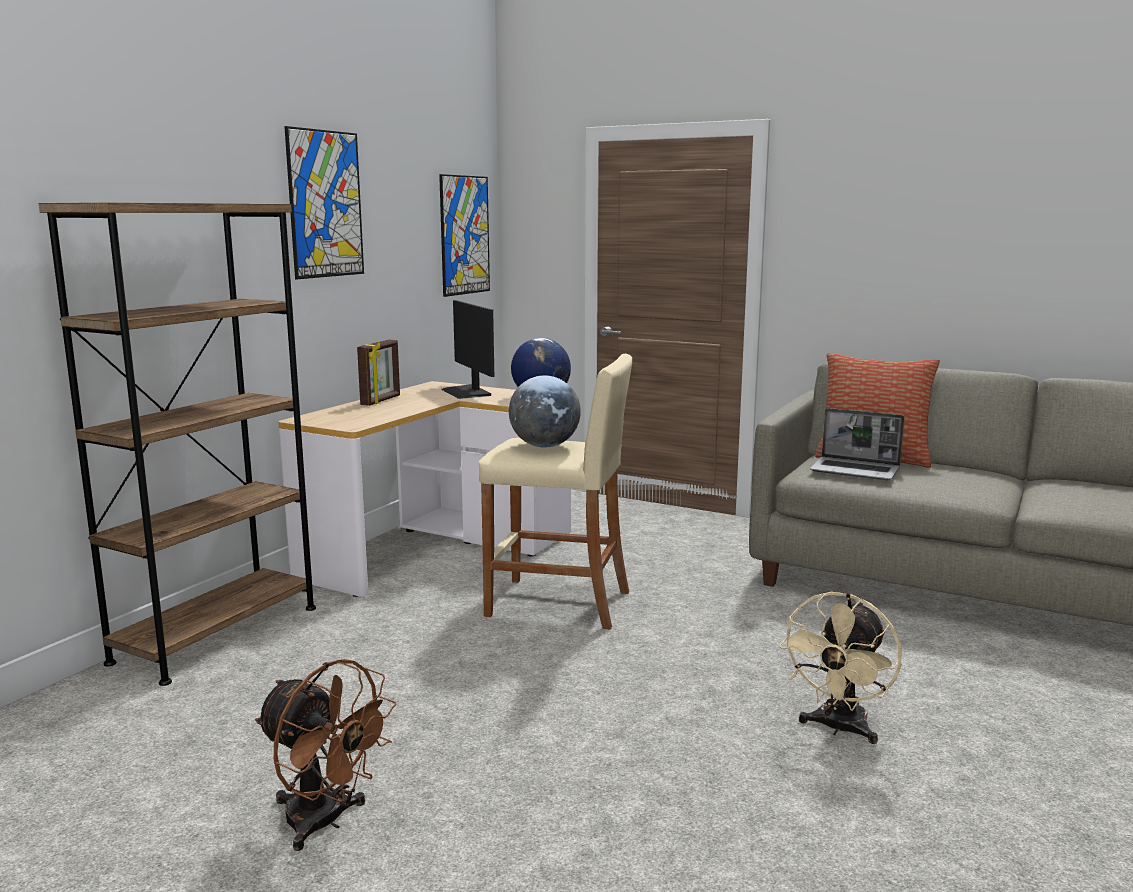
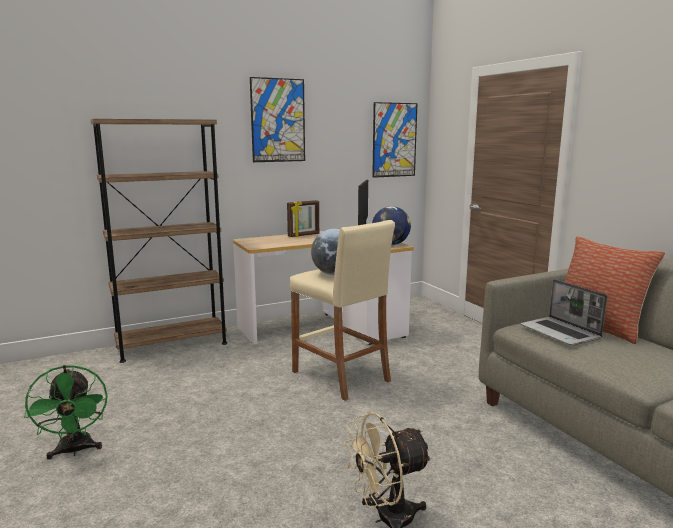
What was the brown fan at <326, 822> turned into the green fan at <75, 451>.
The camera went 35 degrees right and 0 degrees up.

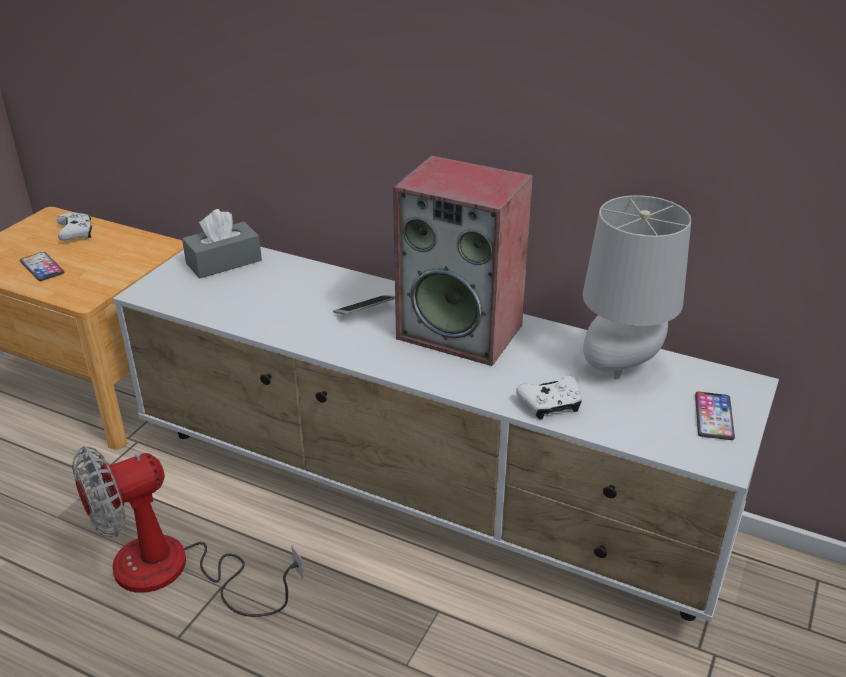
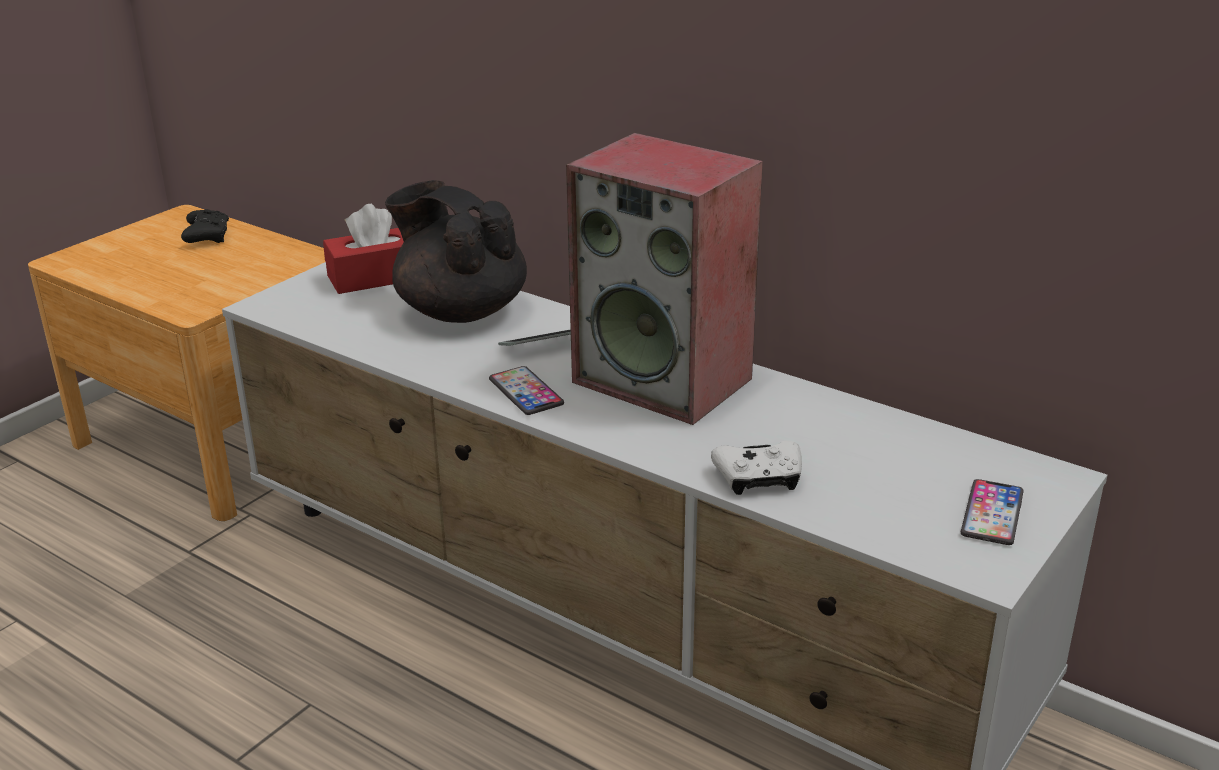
The second view lost the fan at <174, 572>.
The second view lost the grey table lamp at <622, 369>.
The second view gained the black teapot at <460, 311>.
The phone ended up elsewhere, having gone from <42, 267> to <526, 392>.
What was the white game controller at <76, 233> turned into the black game controller at <208, 236>.
What was the grey tissue box at <224, 262> turned into the red tissue box at <376, 277>.
The camera went 10 degrees right and 5 degrees down.

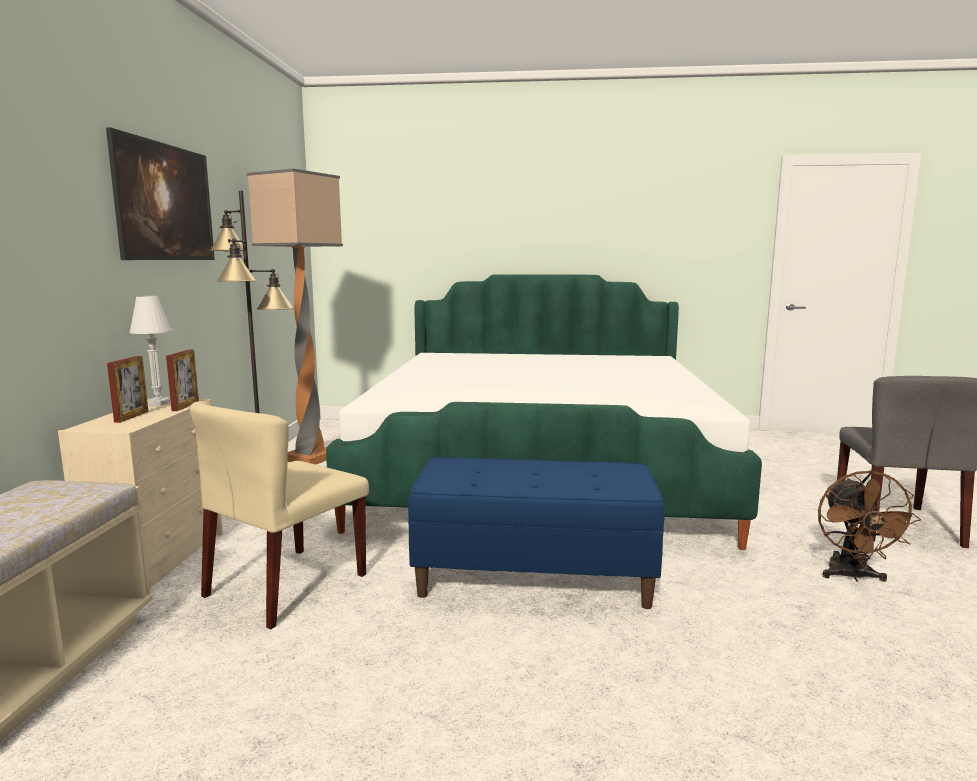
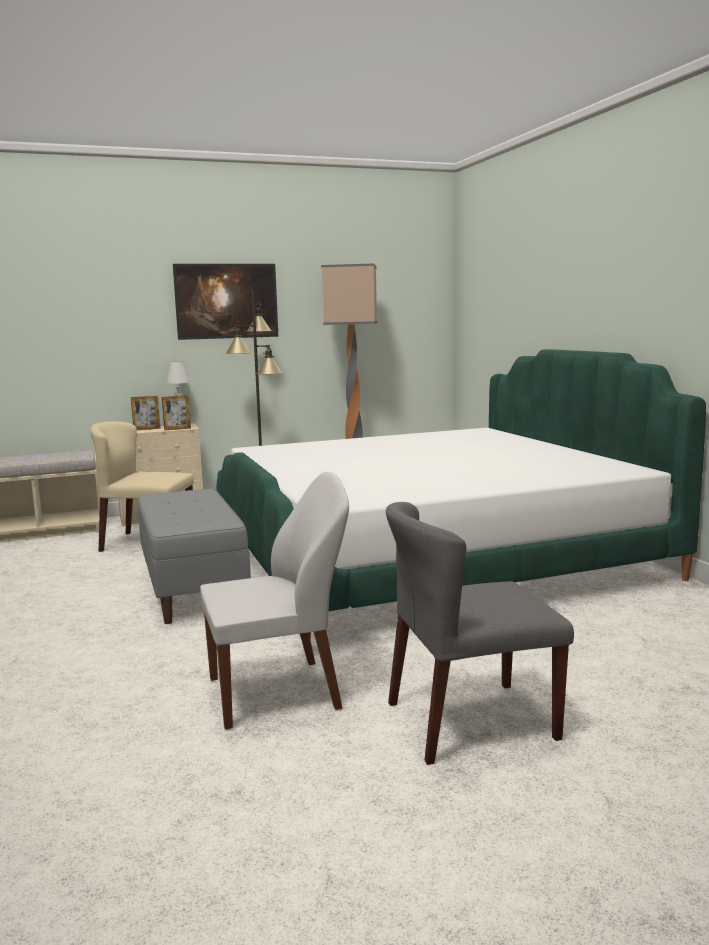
Where the brown fan stood at <852, 576>, the white chair came to stand at <278, 693>.
What was the blue bench at <534, 578> turned into the grey bench at <194, 588>.
The camera went 65 degrees right and 0 degrees up.

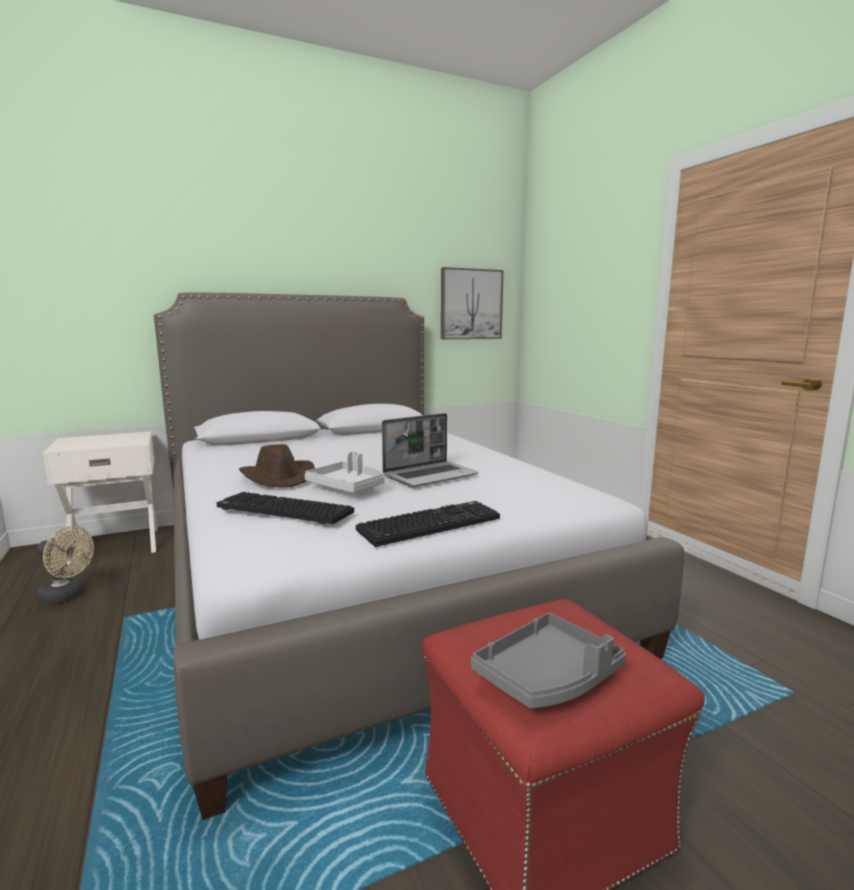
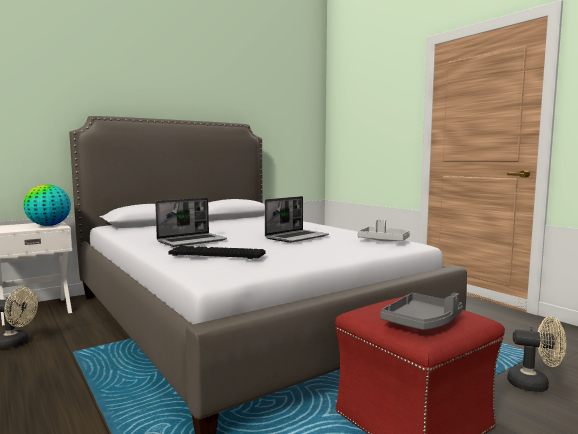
The second view lost the keyboard at <430, 523>.
The second view lost the picture at <471, 304>.
The second view gained the globe at <48, 225>.
The second view gained the beige fan at <535, 384>.
The grey tray ended up elsewhere, having gone from <347, 487> to <383, 240>.
Where the brown hat stood at <278, 477>, the laptop came to stand at <192, 241>.
The camera went 10 degrees left and 5 degrees down.

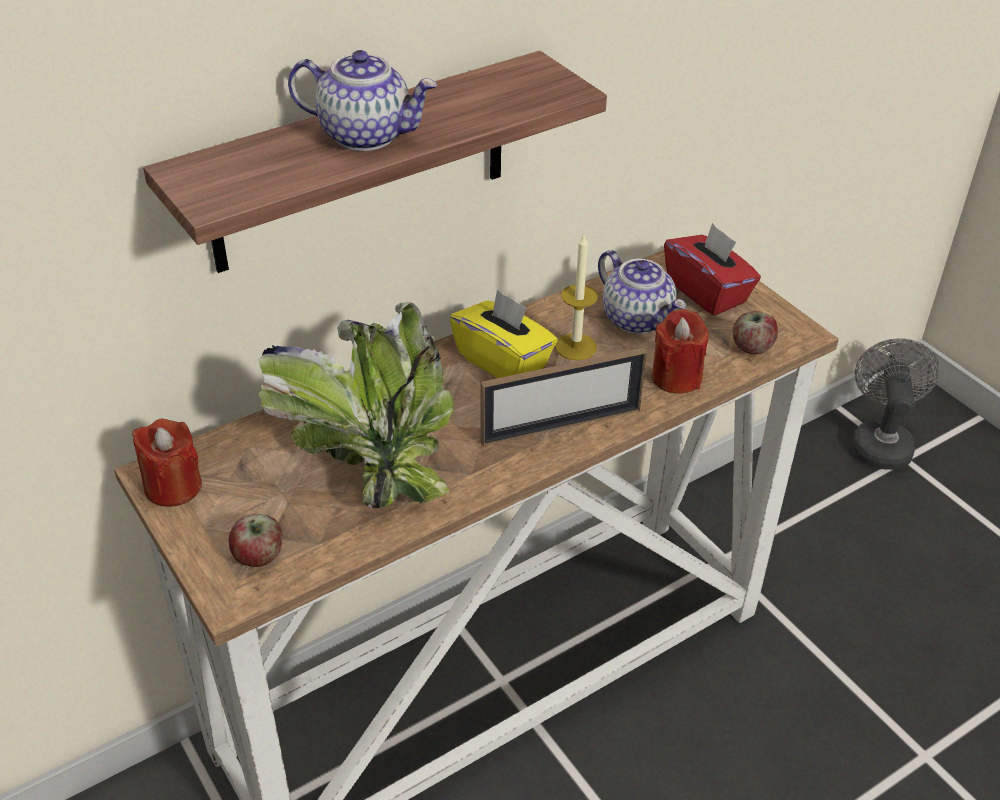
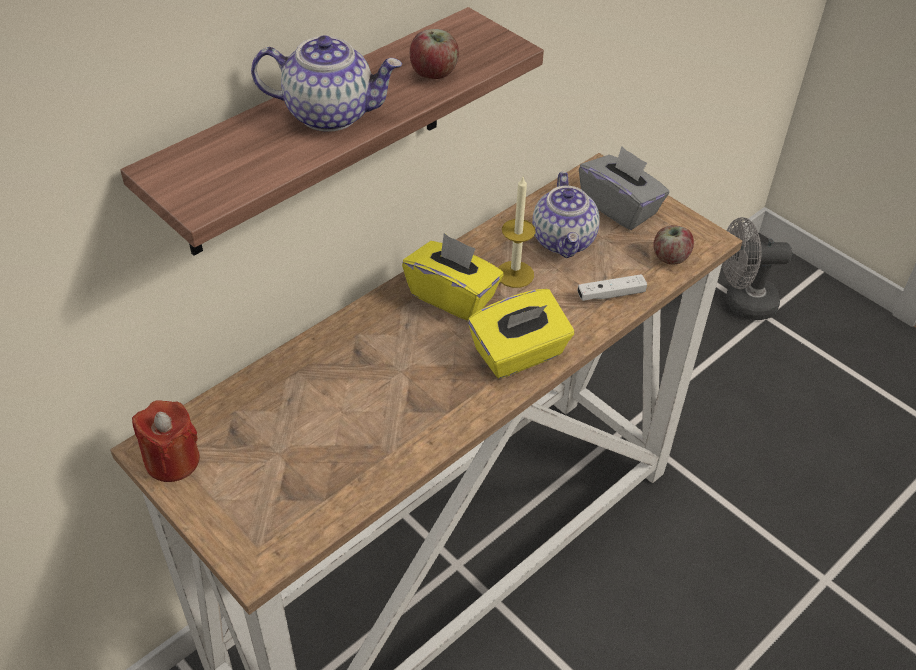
The second view lost the potted plant at <370, 460>.
The apple ended up elsewhere, having gone from <259, 557> to <434, 74>.
Where the picture frame stood at <561, 425>, the yellow tissue box came to stand at <519, 354>.
Where the red candle stood at <676, 377>, the white game controller came to stand at <611, 294>.
What was the red tissue box at <707, 292> turned into the grey tissue box at <619, 207>.
The teapot at <638, 319> ended up facing another way, 45 degrees clockwise from before.
The grey fan at <880, 442> ended up facing another way, 90 degrees counterclockwise from before.
The camera went 10 degrees left and 5 degrees up.

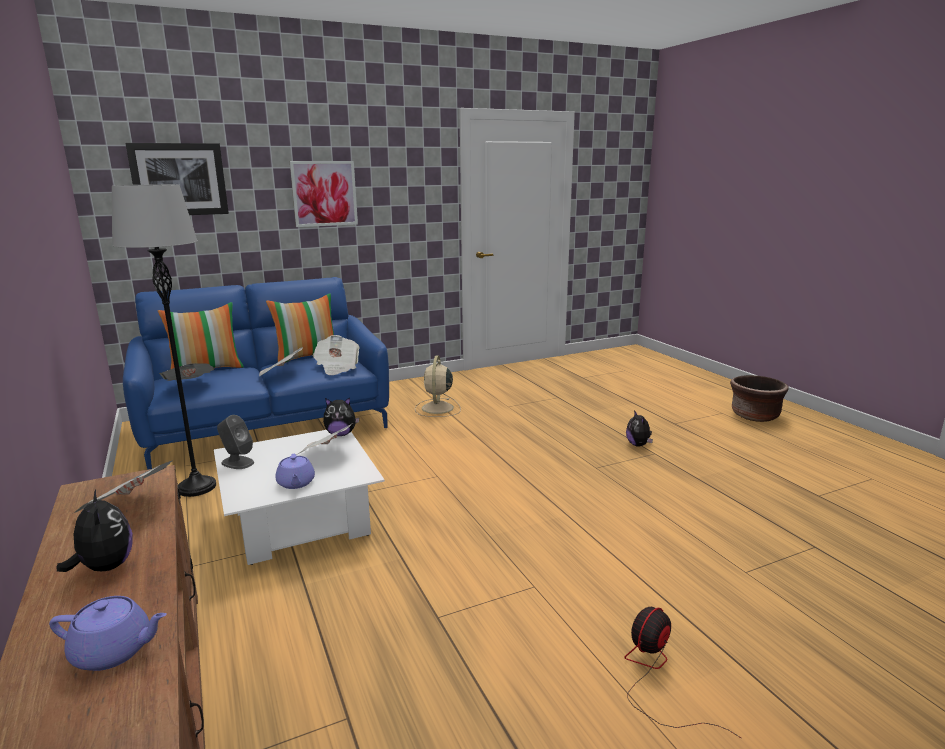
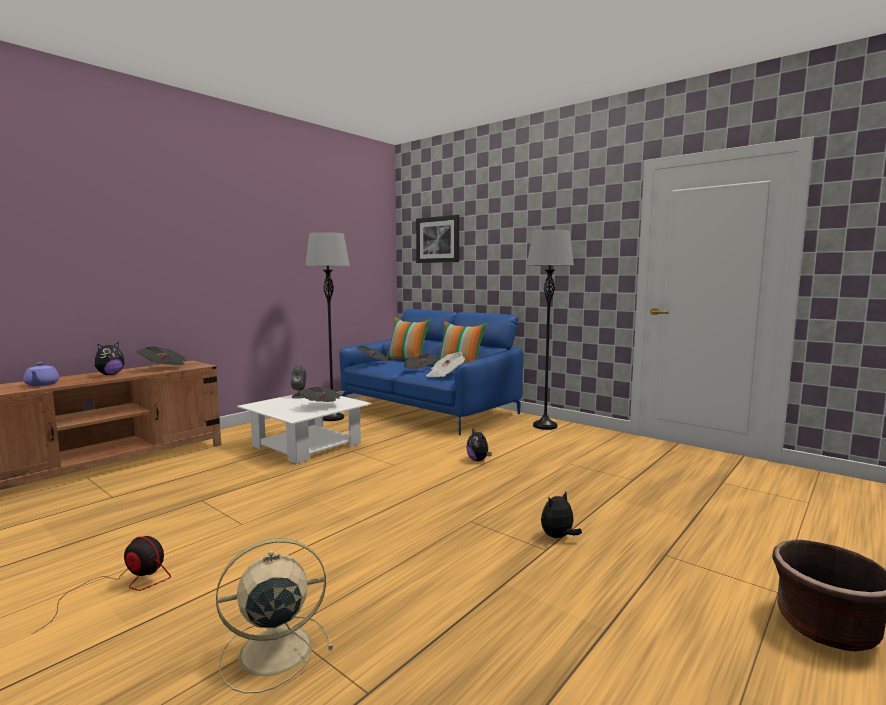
The second view lost the purple teapot at <296, 483>.
The second view lost the picture at <324, 193>.
The second view gained the grey floor lamp at <545, 426>.
The plush toy ended up elsewhere, having gone from <341, 434> to <478, 460>.
The beige fan ended up elsewhere, having gone from <437, 408> to <272, 651>.
The camera went 65 degrees right and 10 degrees down.

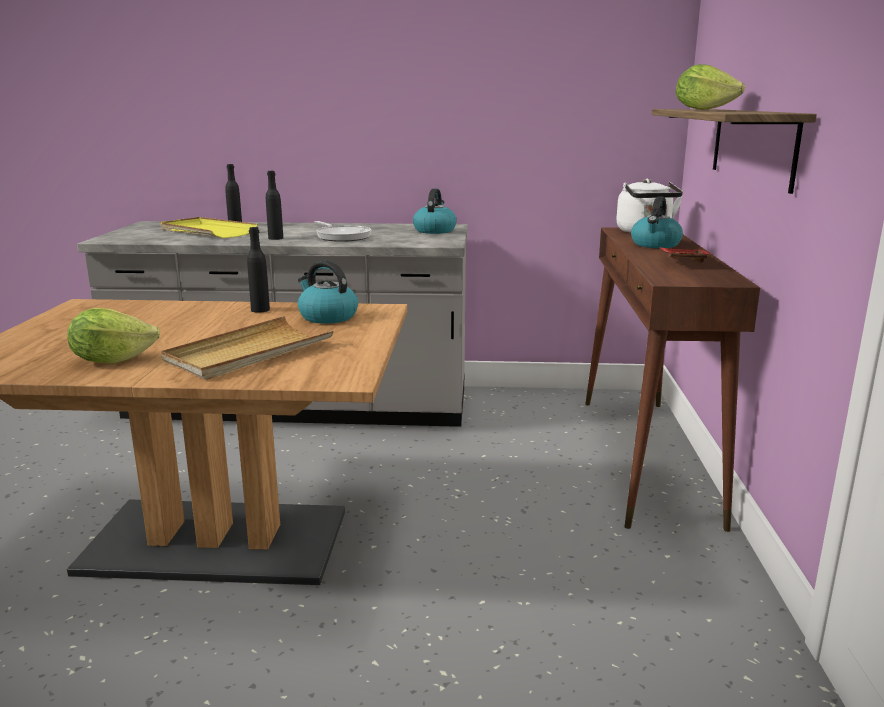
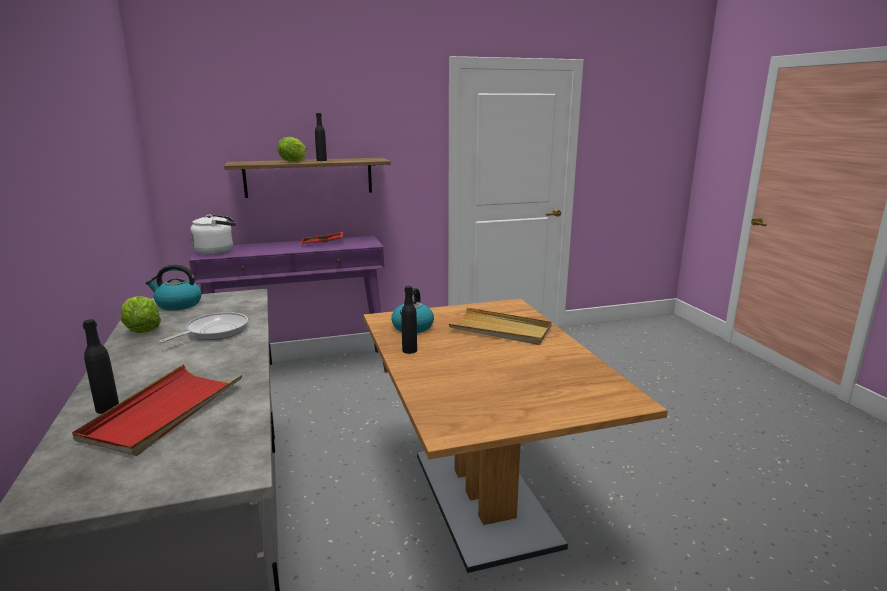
The second view lost the kettle at <655, 245>.
The lettuce ended up elsewhere, having gone from <112, 360> to <142, 331>.
The black bottle ended up elsewhere, having gone from <275, 238> to <321, 160>.
What was the yellow tray at <207, 231> turned into the red tray at <164, 412>.
What was the brown console table at <646, 457> turned into the purple console table at <301, 371>.
The camera went 110 degrees left and 0 degrees up.

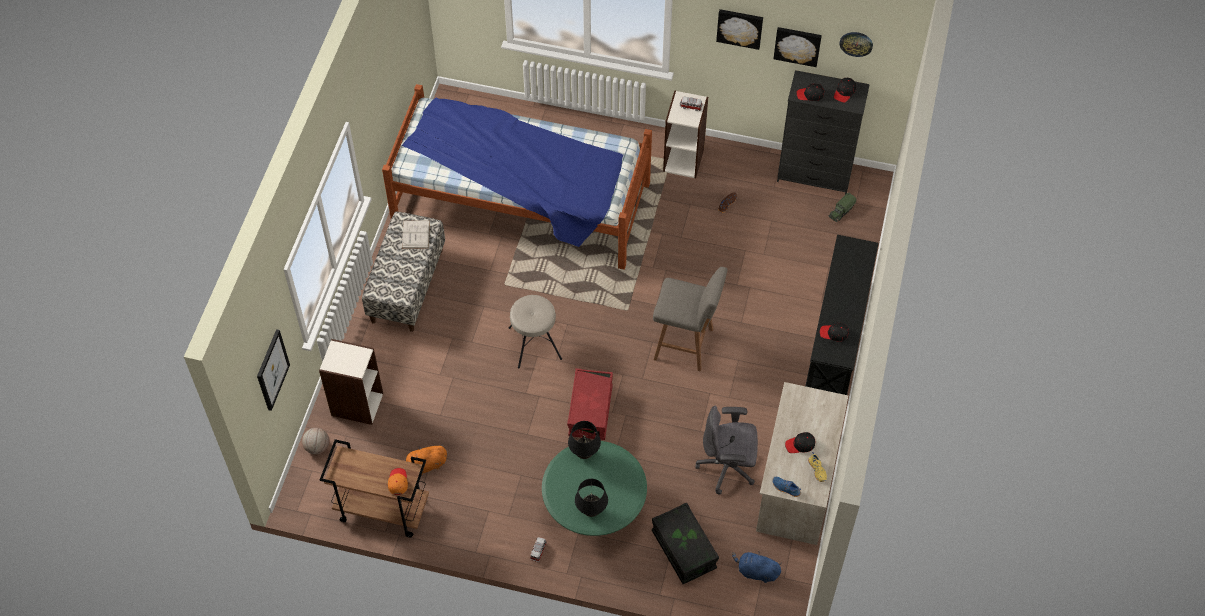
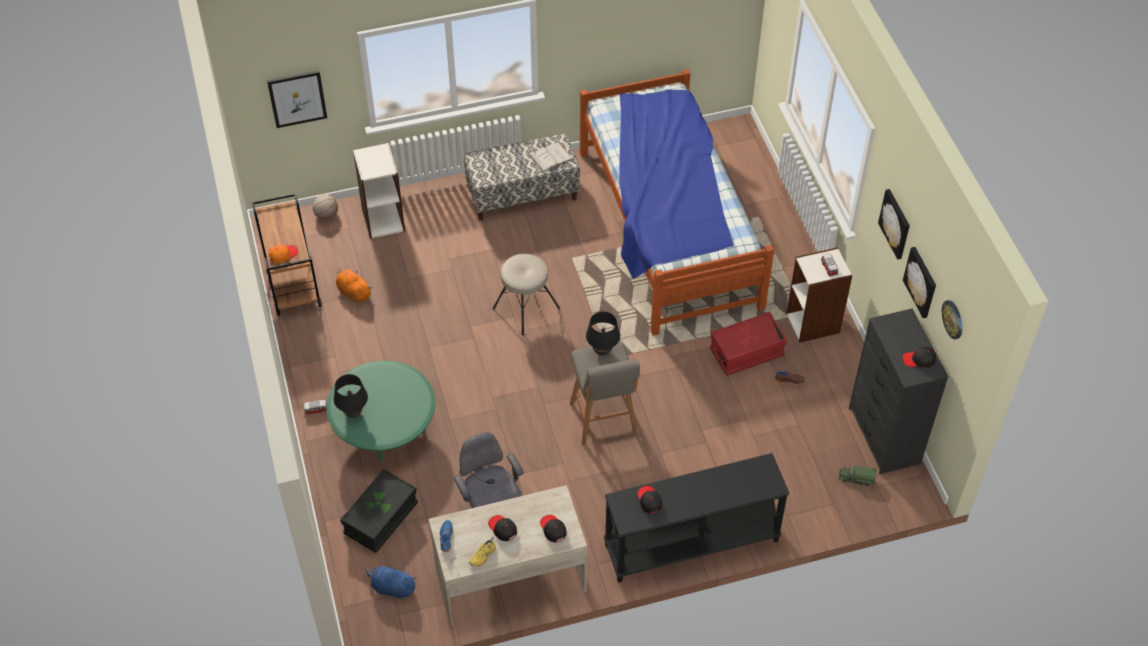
The red storage box ended up elsewhere, having gone from <590, 411> to <746, 353>.
The black table lamp ended up elsewhere, having gone from <584, 454> to <602, 351>.
The black cap ended up elsewhere, having gone from <810, 95> to <553, 529>.
The blue plush toy at <756, 572> ended up facing another way, 60 degrees counterclockwise from before.
The camera went 60 degrees right and 5 degrees down.

